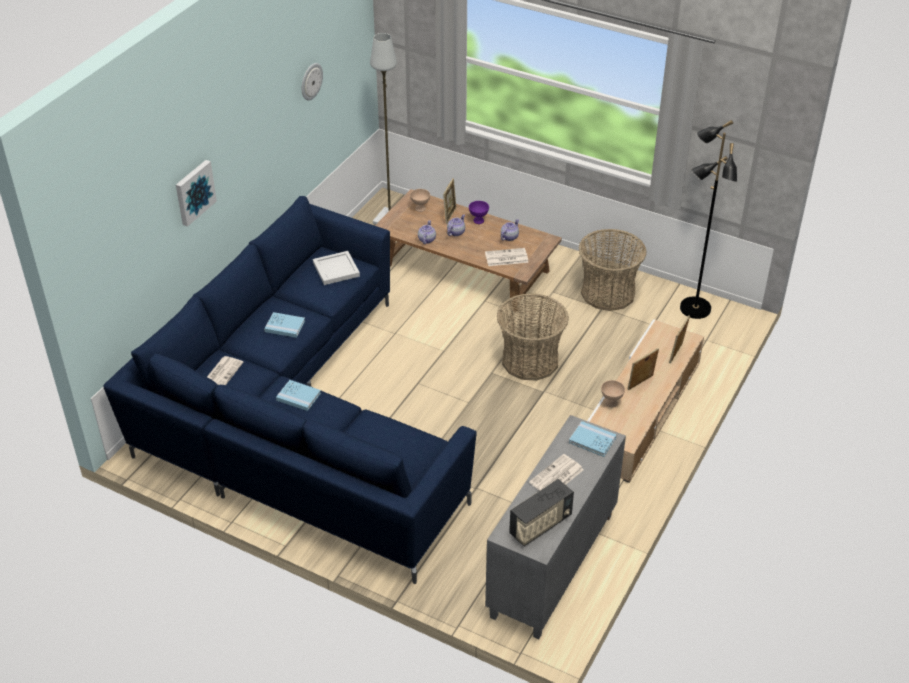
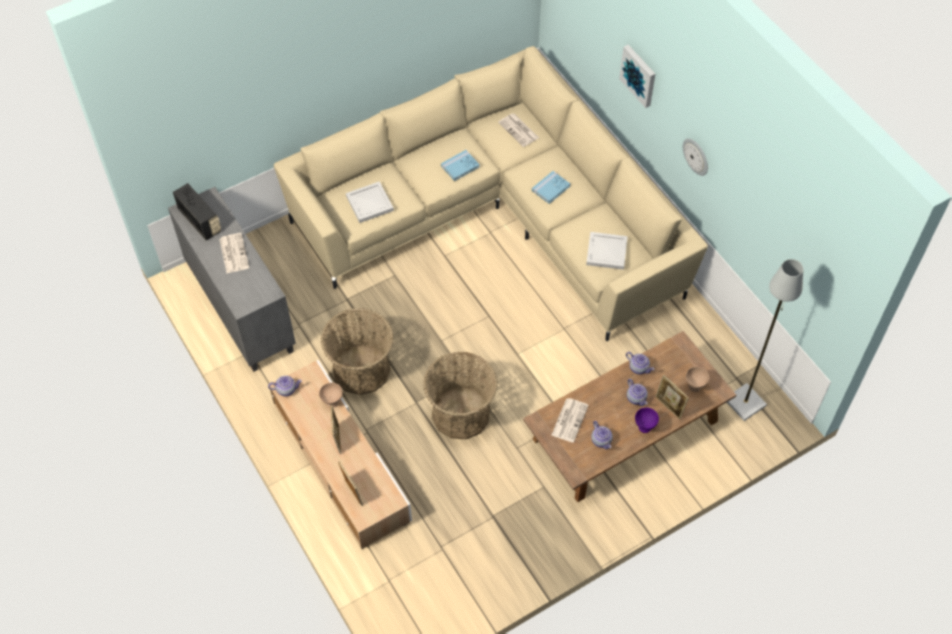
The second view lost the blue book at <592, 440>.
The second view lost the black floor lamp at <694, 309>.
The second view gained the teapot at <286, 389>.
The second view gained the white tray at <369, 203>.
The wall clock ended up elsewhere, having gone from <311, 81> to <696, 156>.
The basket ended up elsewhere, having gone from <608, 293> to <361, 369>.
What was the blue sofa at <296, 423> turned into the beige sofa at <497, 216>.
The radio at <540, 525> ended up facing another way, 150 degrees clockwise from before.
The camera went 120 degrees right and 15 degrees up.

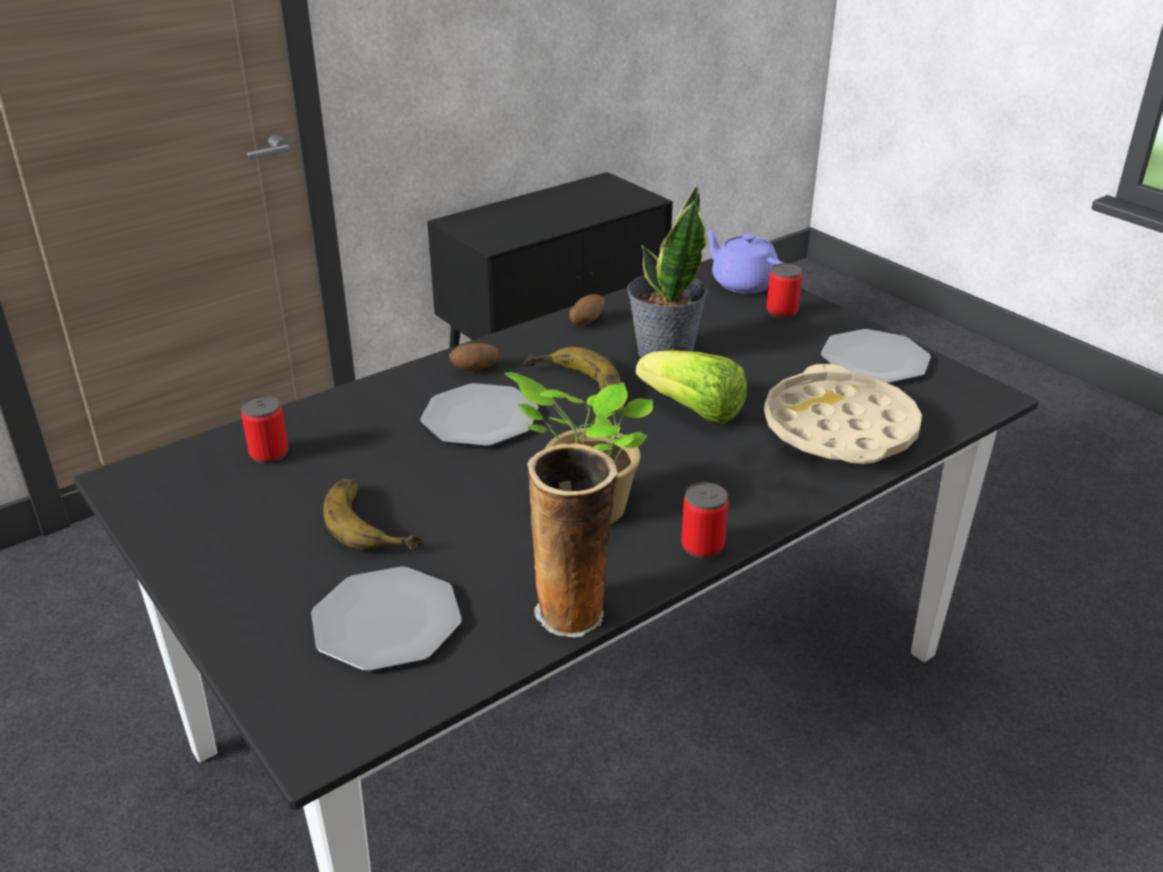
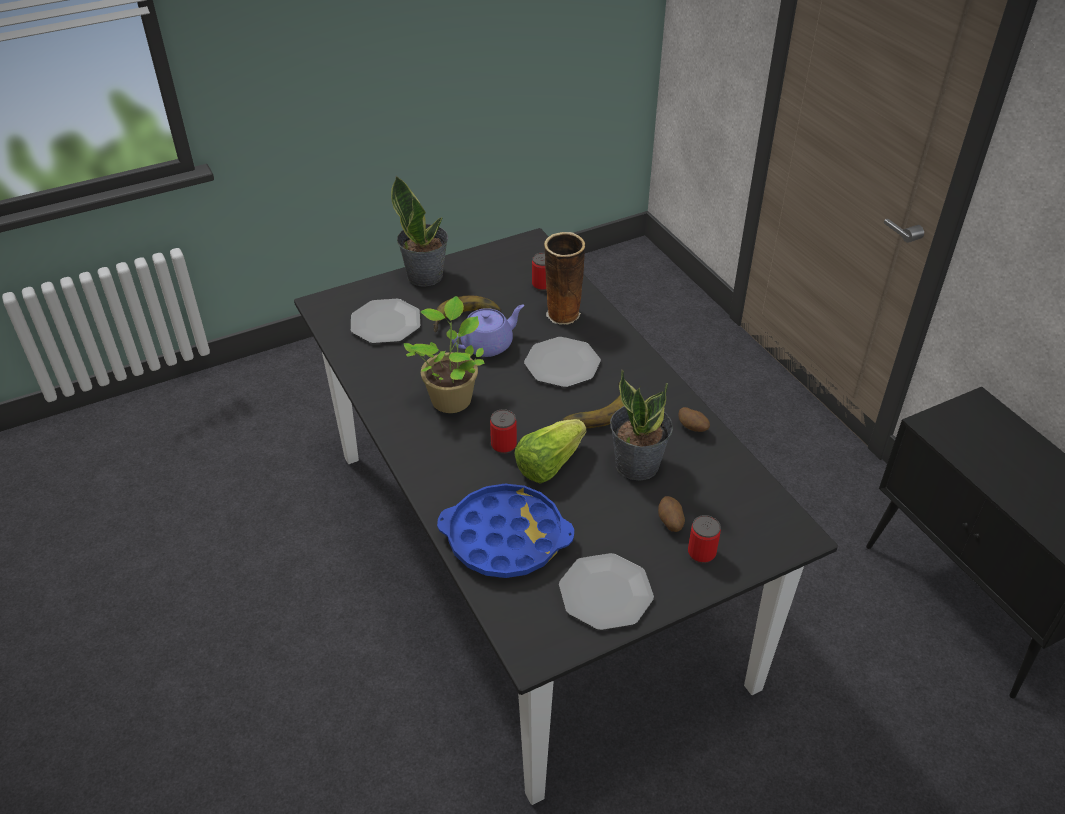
The second view gained the potted plant at <425, 275>.
The potato ended up elsewhere, having gone from <475, 370> to <670, 522>.
The vase ended up elsewhere, having gone from <573, 613> to <563, 315>.
The can ended up elsewhere, having gone from <702, 546> to <503, 445>.
The purple teapot ended up elsewhere, having gone from <743, 283> to <488, 344>.
What was the beige tray at <839, 429> turned into the blue tray at <505, 538>.
The camera went 100 degrees right and 10 degrees up.

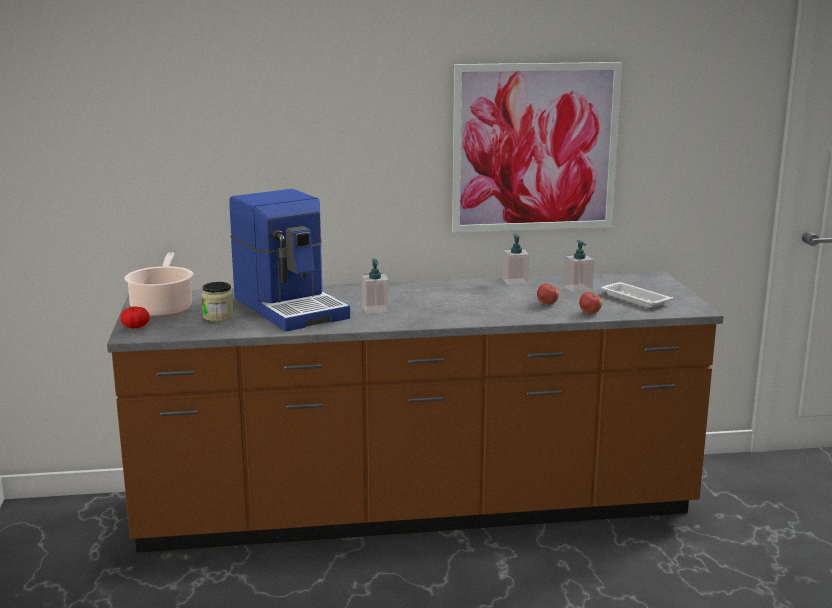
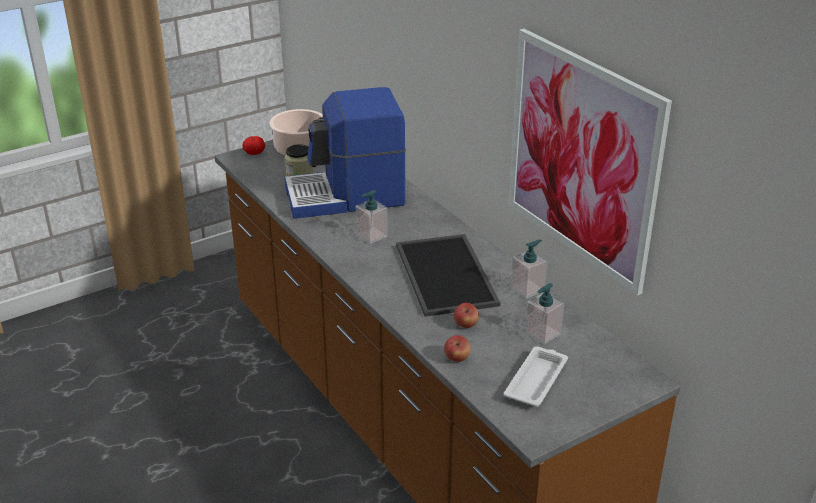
The second view gained the tray at <448, 275>.
The coffee machine at <291, 307> ended up facing another way, 45 degrees clockwise from before.
The camera went 65 degrees right and 15 degrees up.

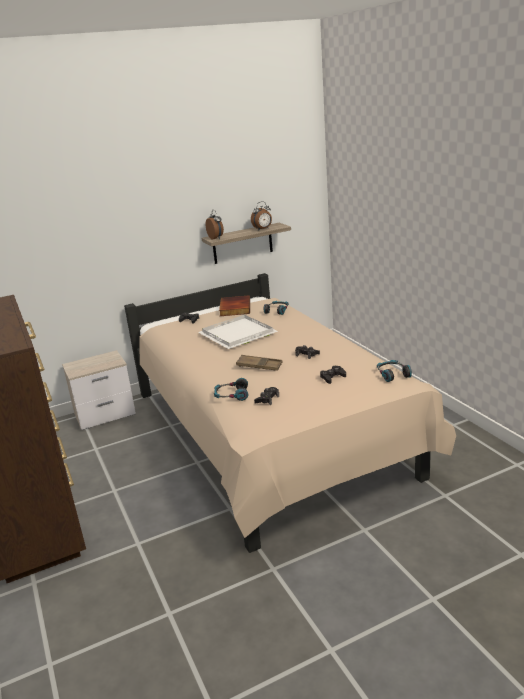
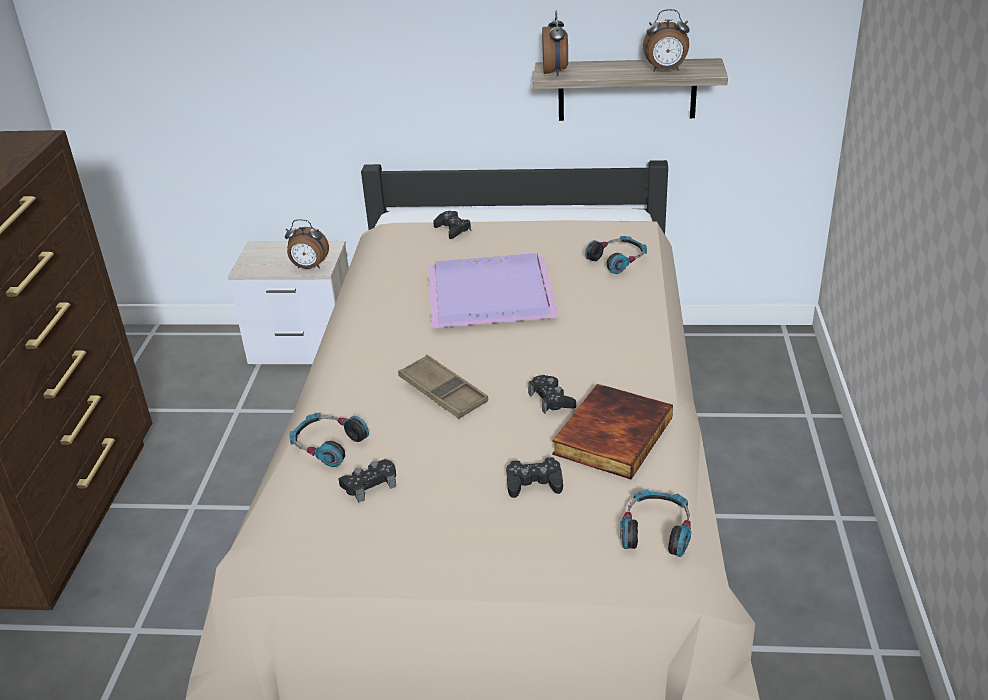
The second view gained the alarm clock at <309, 267>.
The book ended up elsewhere, having gone from <234, 308> to <611, 434>.
What was the white tray at <239, 334> turned into the purple tray at <493, 296>.
The camera went 30 degrees right and 10 degrees up.

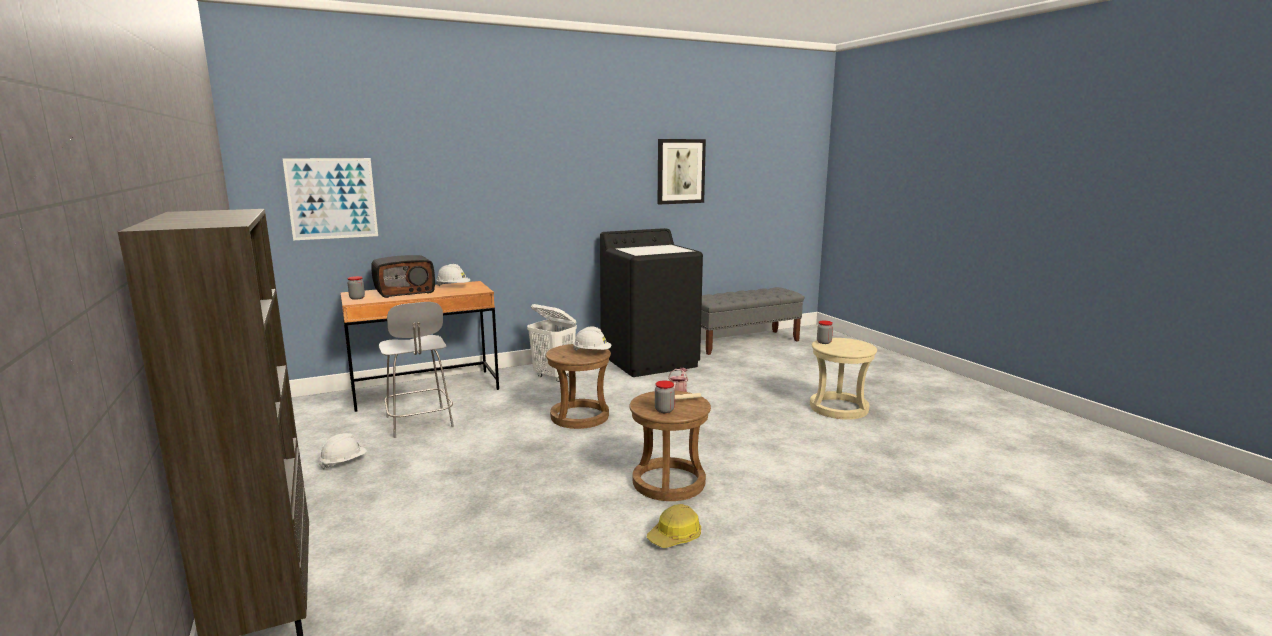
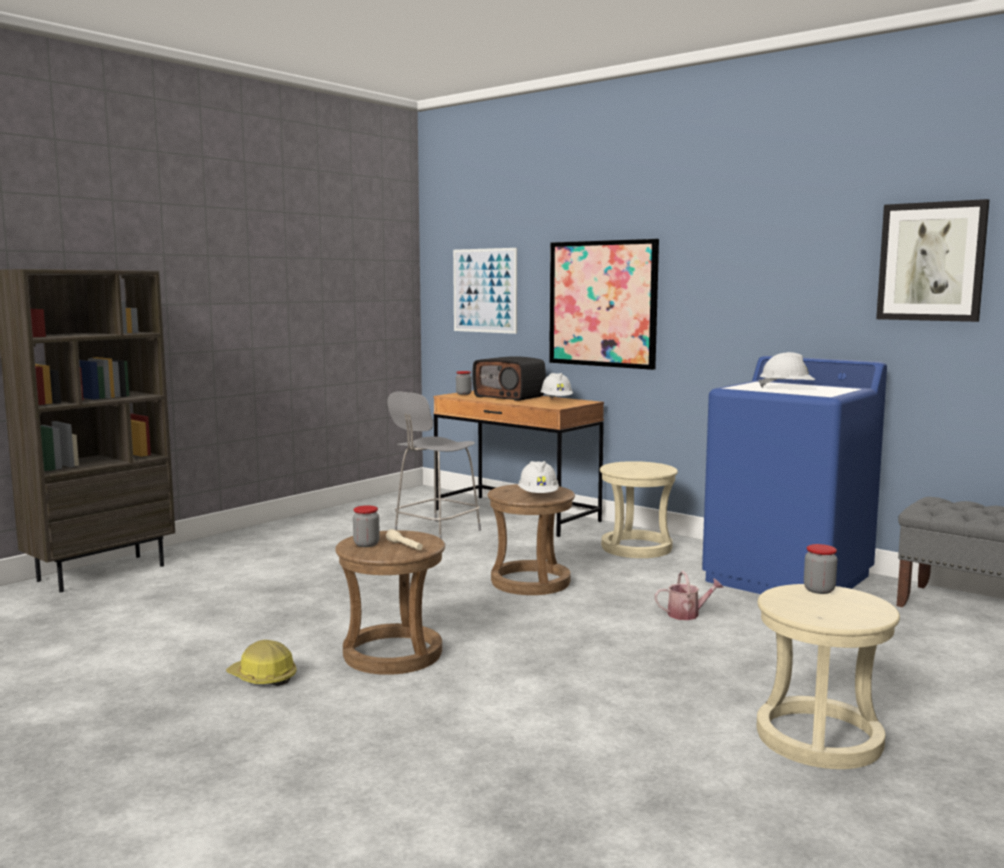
The second view gained the picture at <602, 303>.
The white hard hat ended up elsewhere, having gone from <344, 462> to <786, 388>.
Where the white laundry basket stood at <554, 376>, the beige stool came to stand at <636, 548>.
What was the black washing machine at <650, 361> turned into the blue washing machine at <788, 578>.
The camera went 65 degrees right and 5 degrees down.

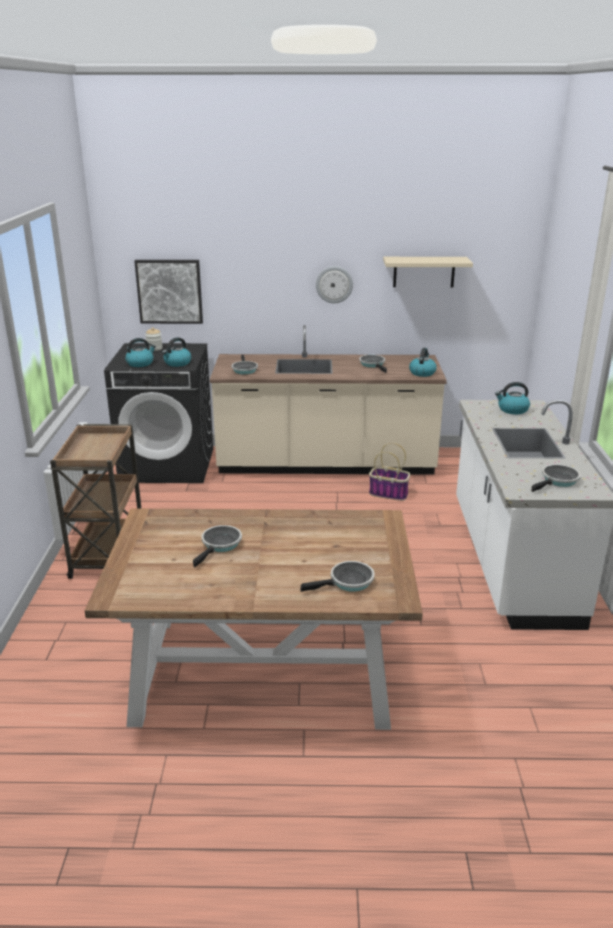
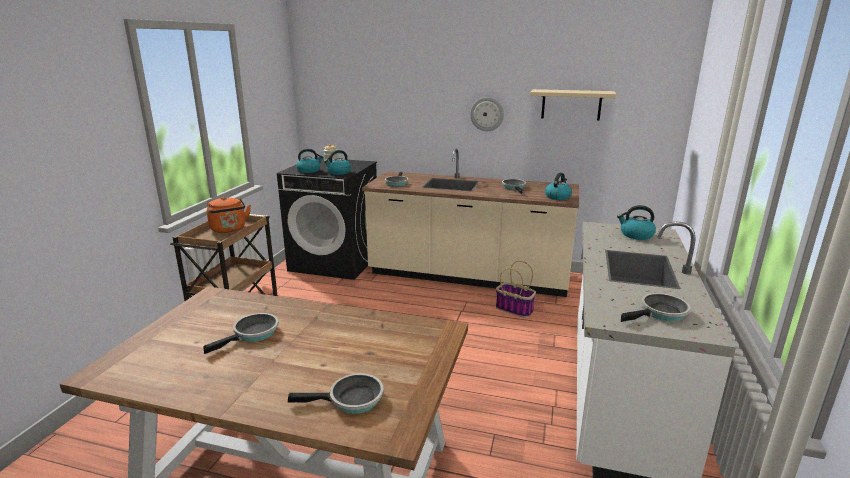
The second view lost the picture at <169, 291>.
The second view gained the orange kettle at <229, 229>.
The camera went 15 degrees right and 5 degrees down.

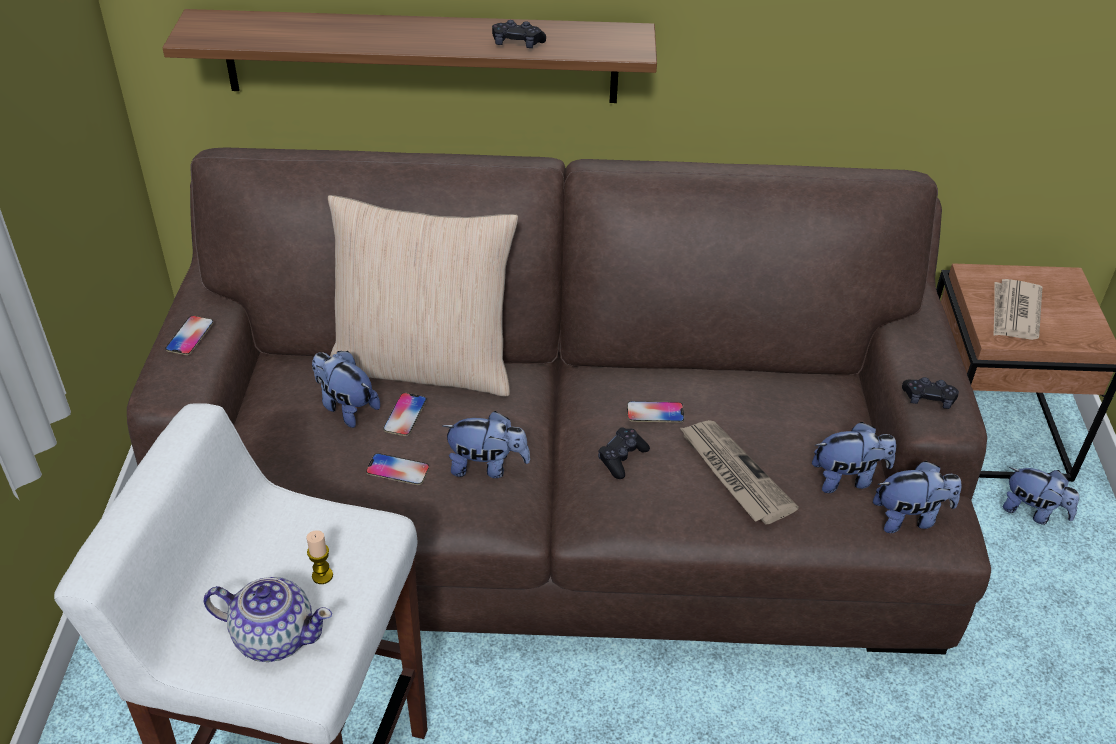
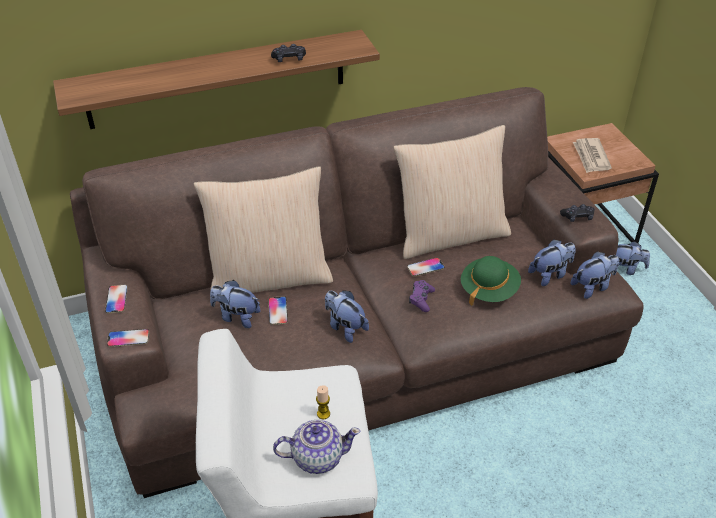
The second view gained the beige pillow at <450, 235>.
The phone ended up elsewhere, having gone from <397, 470> to <128, 338>.
Where the newspaper stood at <733, 473>, the green hat came to stand at <489, 290>.
What was the black game controller at <622, 458> turned into the purple game controller at <421, 299>.
The plush toy at <487, 466> ended up facing another way, 120 degrees counterclockwise from before.
The camera went 20 degrees left and 0 degrees up.

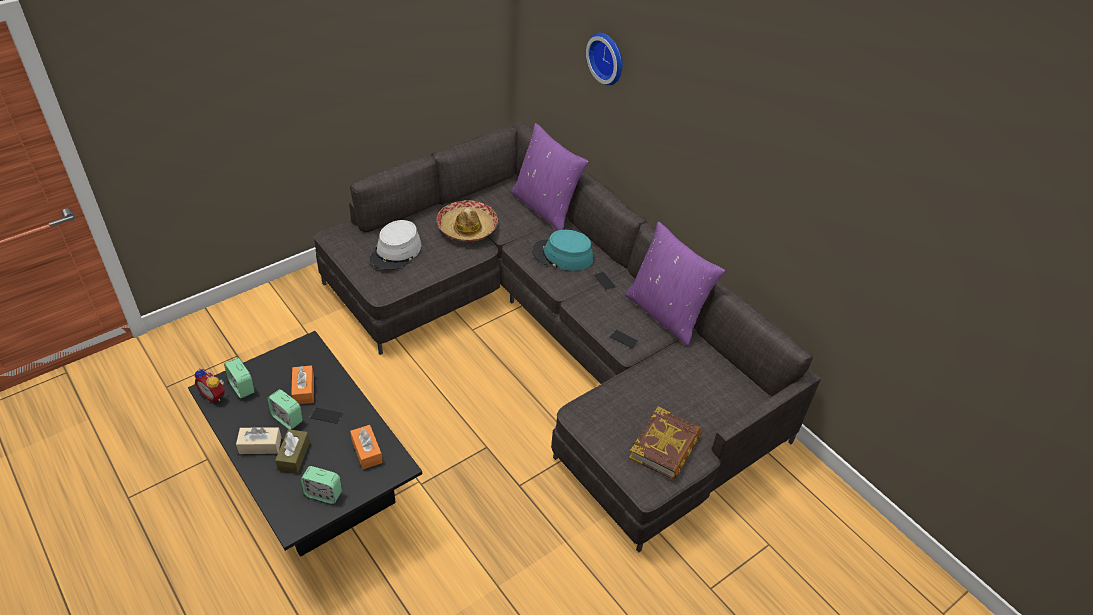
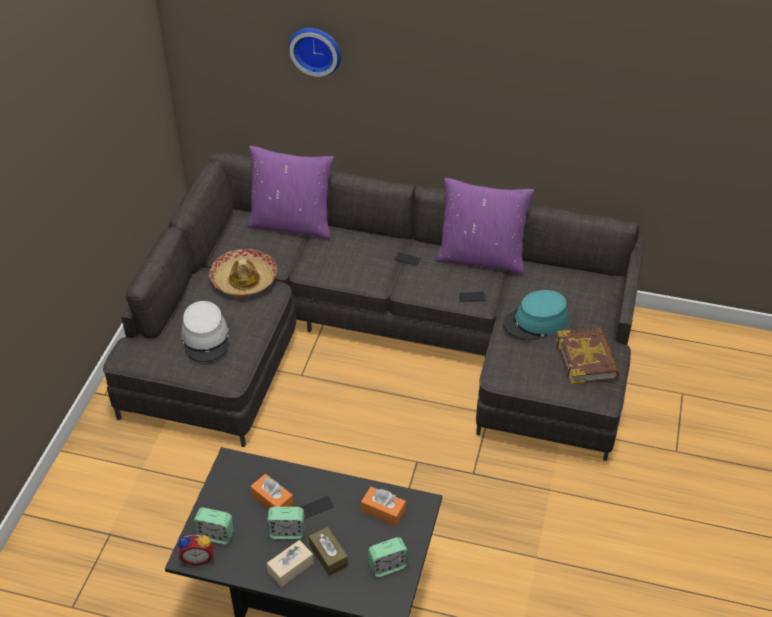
The turquoise hat ended up elsewhere, having gone from <562, 256> to <535, 322>.
The camera went 35 degrees left and 0 degrees up.

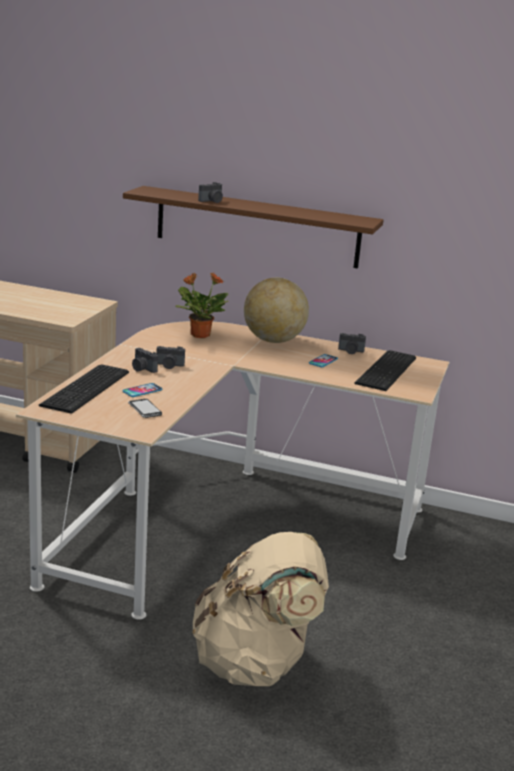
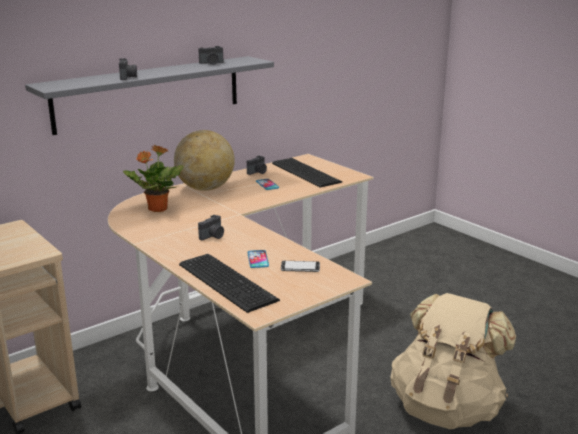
The photo camera ended up elsewhere, having gone from <142, 369> to <211, 63>.
What was the brown shelf at <257, 227> turned into the grey shelf at <149, 93>.
The camera went 55 degrees left and 0 degrees up.

